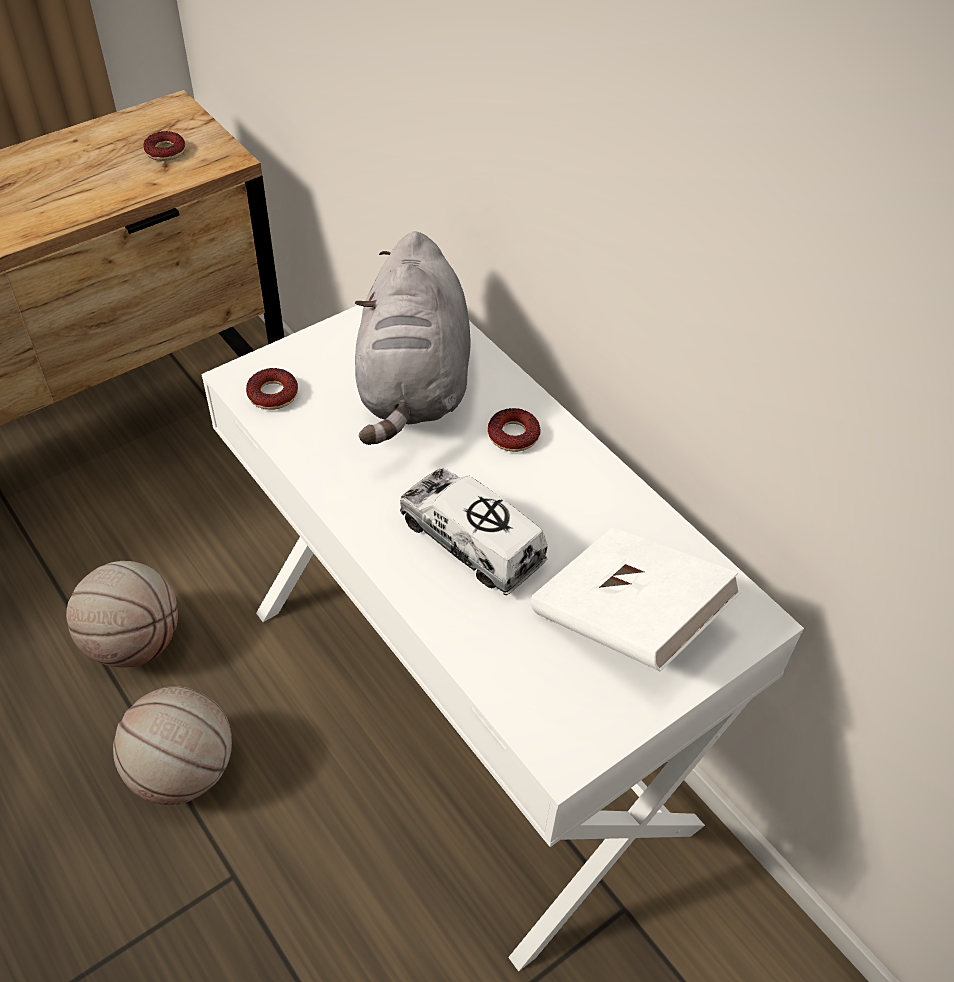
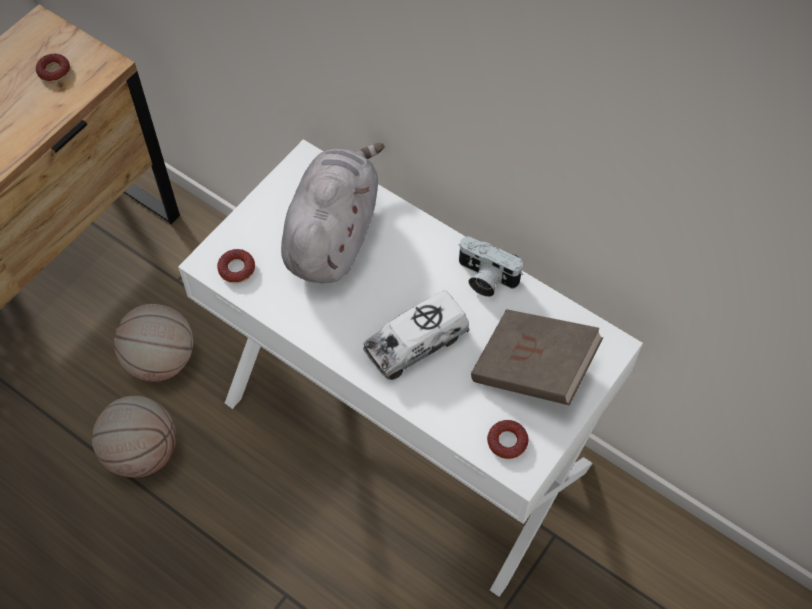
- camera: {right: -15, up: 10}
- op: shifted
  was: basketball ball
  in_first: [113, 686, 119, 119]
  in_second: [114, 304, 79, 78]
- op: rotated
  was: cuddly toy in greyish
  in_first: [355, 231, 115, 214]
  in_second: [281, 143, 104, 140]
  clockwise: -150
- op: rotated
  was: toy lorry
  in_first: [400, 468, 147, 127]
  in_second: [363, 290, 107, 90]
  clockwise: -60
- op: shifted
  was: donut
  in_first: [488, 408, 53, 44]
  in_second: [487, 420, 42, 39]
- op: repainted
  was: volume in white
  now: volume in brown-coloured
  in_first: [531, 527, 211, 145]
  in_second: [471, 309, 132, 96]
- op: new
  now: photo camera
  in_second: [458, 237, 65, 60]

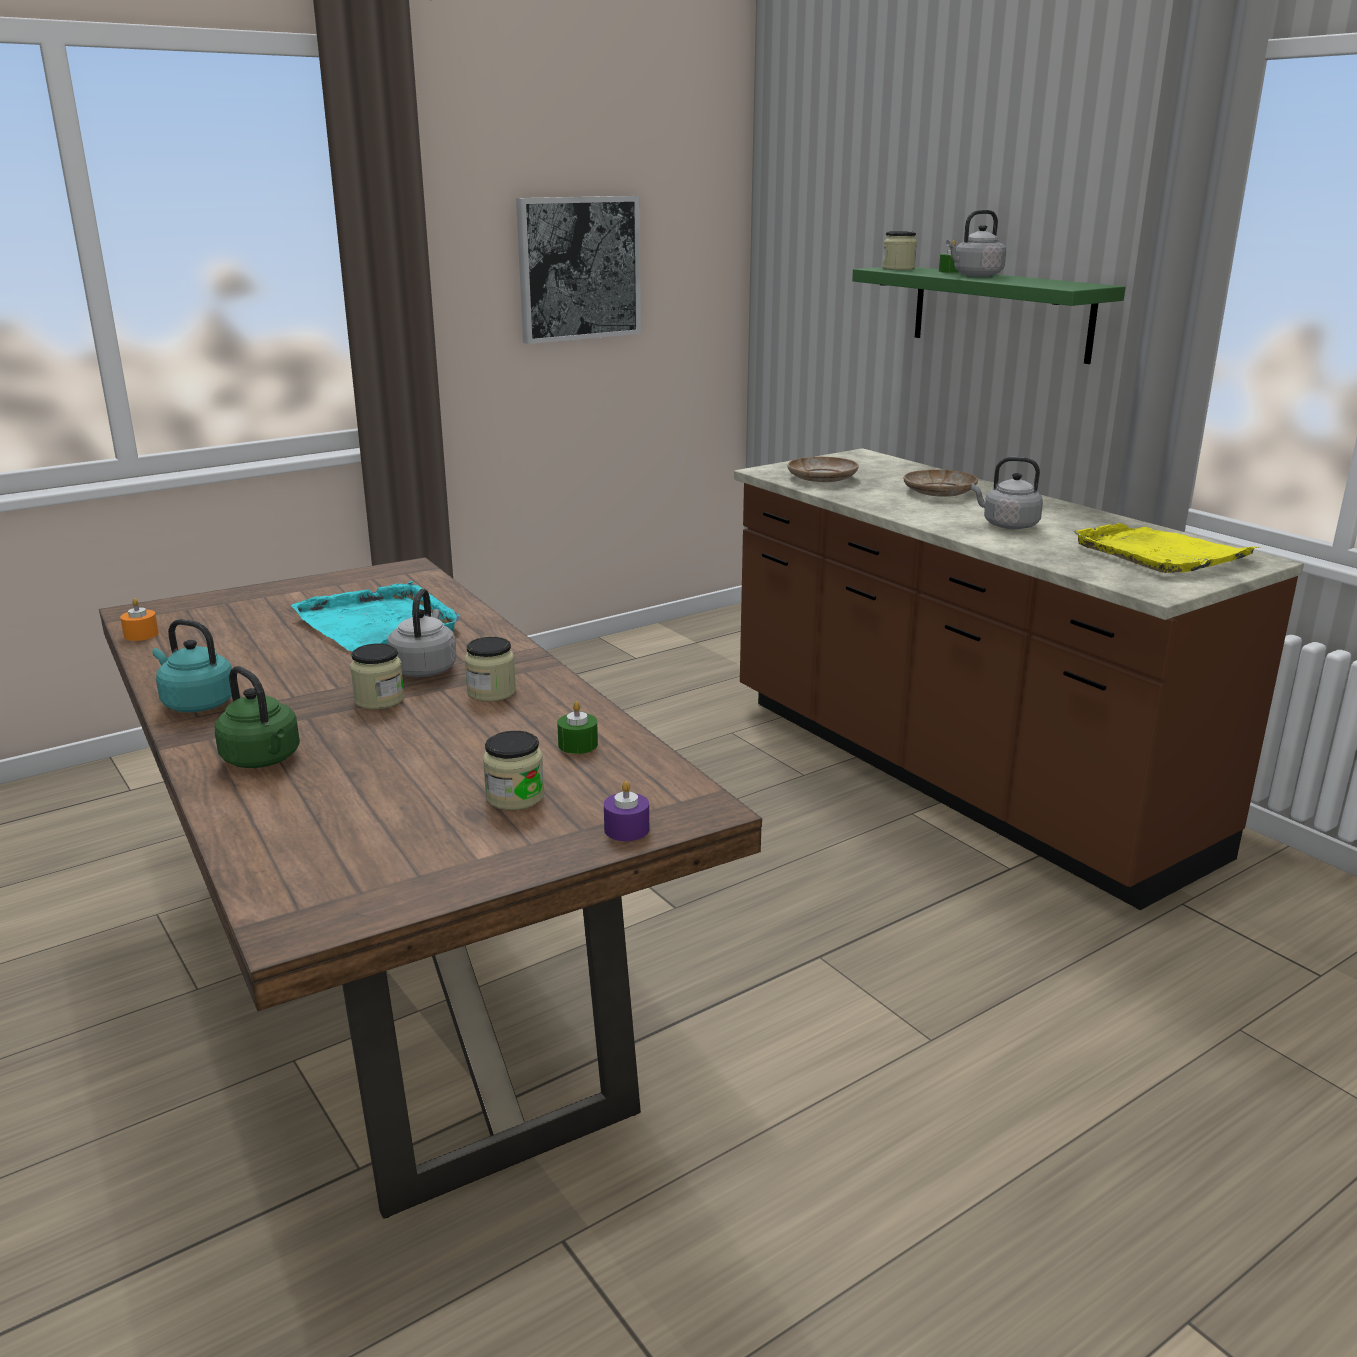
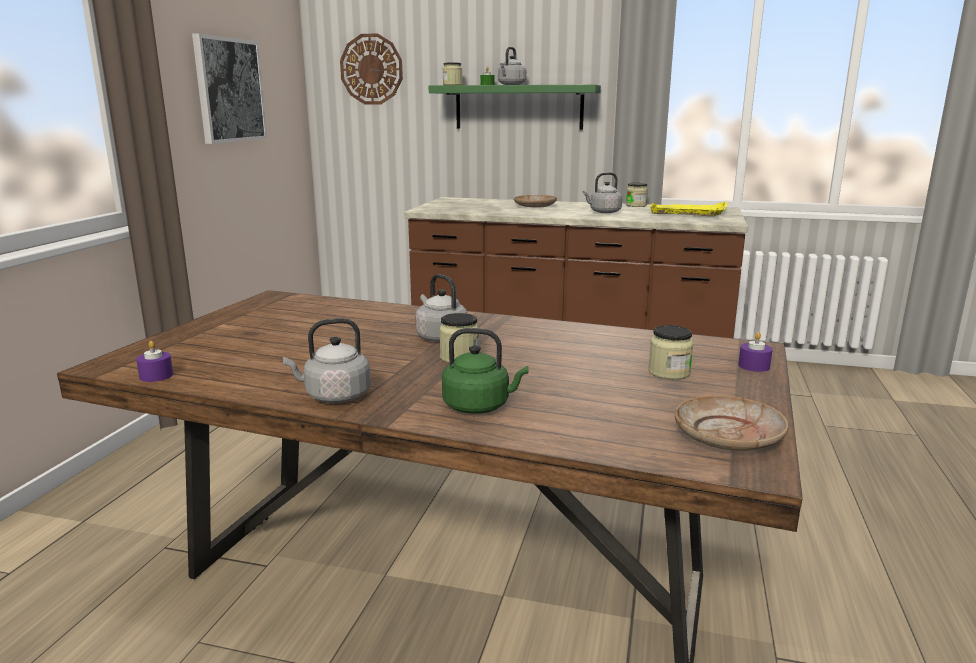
- camera: {right: -40, up: -5}
- op: repainted
  was: wax candle in orangey
  now: wax candle in purple-coloured
  in_first: [120, 598, 39, 43]
  in_second: [136, 341, 37, 41]
- op: repainted
  was: tea kettle in turquoise-coloured
  now: tea kettle in greyish
  in_first: [152, 619, 80, 93]
  in_second: [283, 318, 88, 85]
- op: gone
  was: carrying tray in turquoise-coloured
  in_first: [291, 581, 169, 71]
- op: shifted
  was: storage jar
  in_first: [464, 637, 52, 65]
  in_second: [626, 182, 22, 25]
- op: gone
  was: wax candle in greenish
  in_first: [557, 701, 41, 53]
- op: shifted
  was: plate in sand-coloured
  in_first: [787, 457, 72, 25]
  in_second: [675, 396, 114, 55]
- op: new
  now: clock on the wall
  in_second: [340, 33, 63, 71]

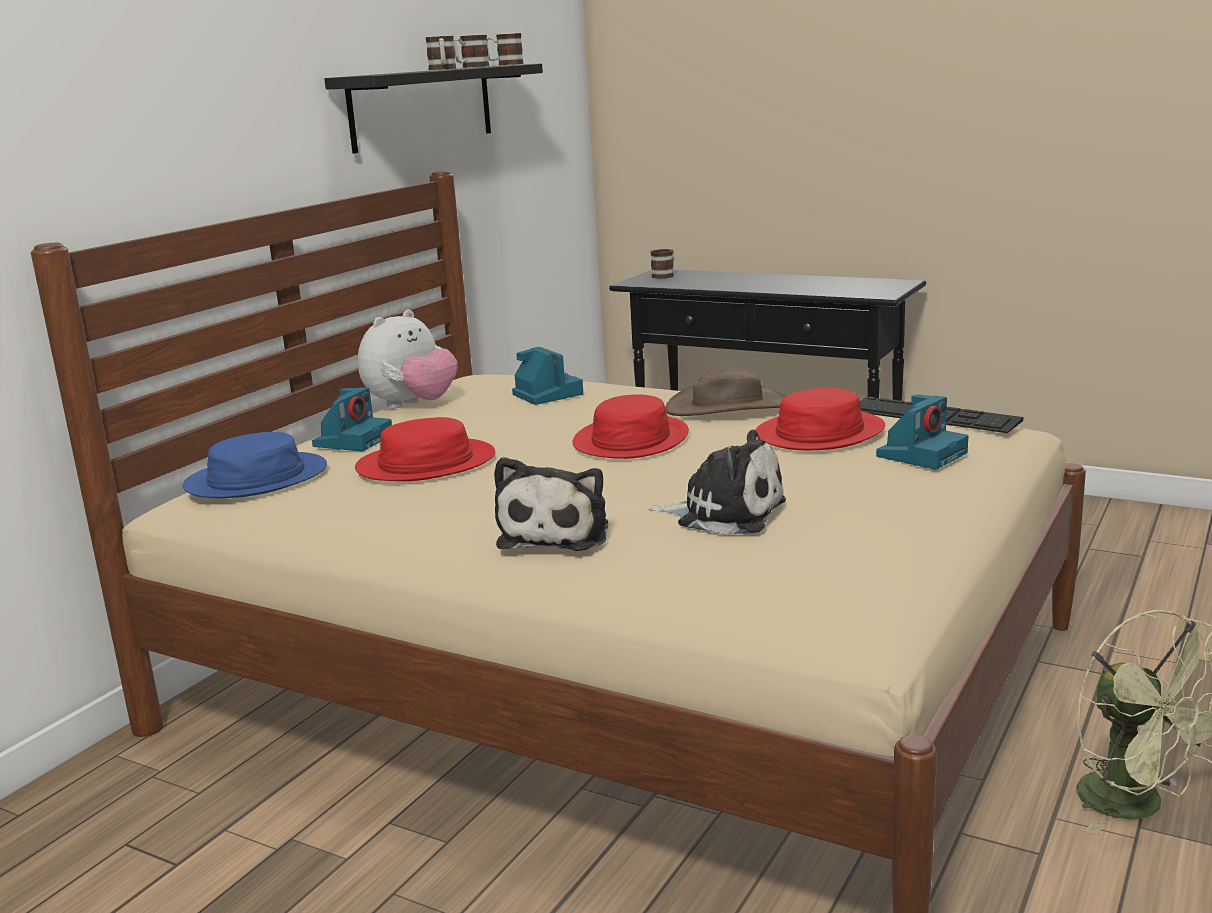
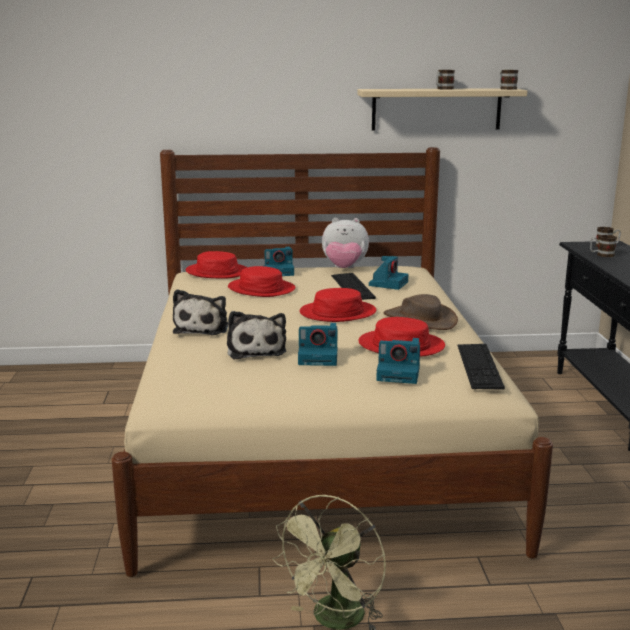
- camera: {right: 55, up: 0}
- op: repainted
  was: wearable hat in bluish
  now: wearable hat in red-coloured
  in_first: [183, 432, 144, 66]
  in_second: [185, 251, 62, 28]
- op: repainted
  was: shelf in blackish
  now: shelf in sand-coloured
  in_first: [324, 63, 219, 91]
  in_second: [358, 88, 169, 43]
- op: shifted
  was: mug
  in_first: [454, 35, 35, 33]
  in_second: [590, 235, 27, 22]
- op: rotated
  was: cuddly toy
  in_first: [494, 457, 114, 94]
  in_second: [173, 289, 55, 46]
  clockwise: -60
- op: new
  now: photo camera
  in_second: [298, 323, 39, 43]
- op: new
  now: PC keyboard
  in_second: [331, 273, 45, 27]

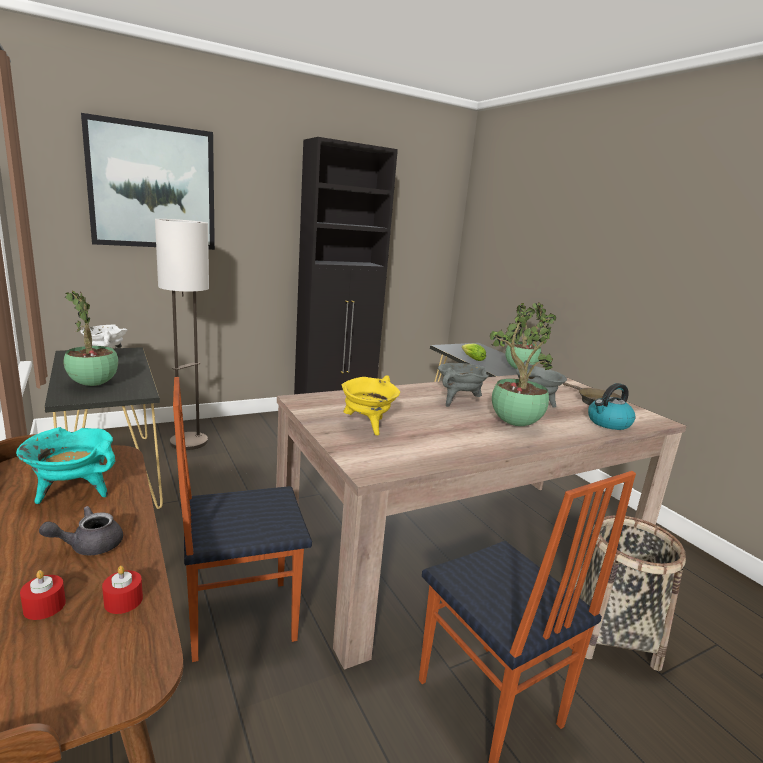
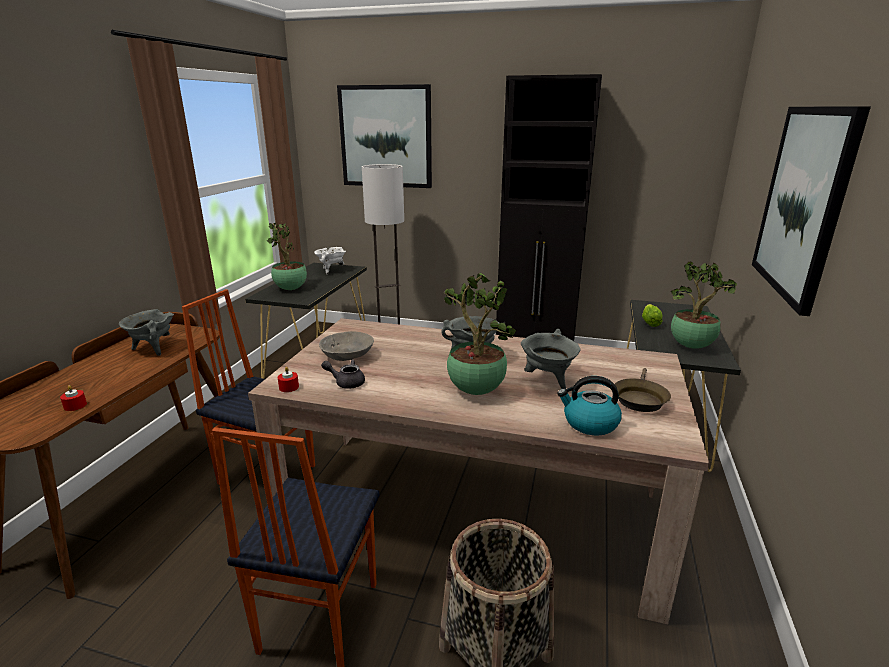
- camera: {right: 45, up: 5}
- op: repainted
  was: cooking pot in turquoise-coloured
  now: cooking pot in greyish
  in_first: [16, 427, 99, 77]
  in_second: [119, 309, 55, 47]
- op: shifted
  was: wax candle in red-coloured
  in_first: [20, 570, 46, 50]
  in_second: [278, 367, 21, 25]
- op: shifted
  was: tea pot in greyish
  in_first: [39, 506, 84, 50]
  in_second: [321, 359, 44, 30]
- op: swapped
  was: cooking pot in yellowish
  now: deep dish in greyish
  in_first: [341, 375, 59, 61]
  in_second: [319, 331, 55, 30]
- op: new
  now: wall picture
  in_second: [752, 106, 119, 210]

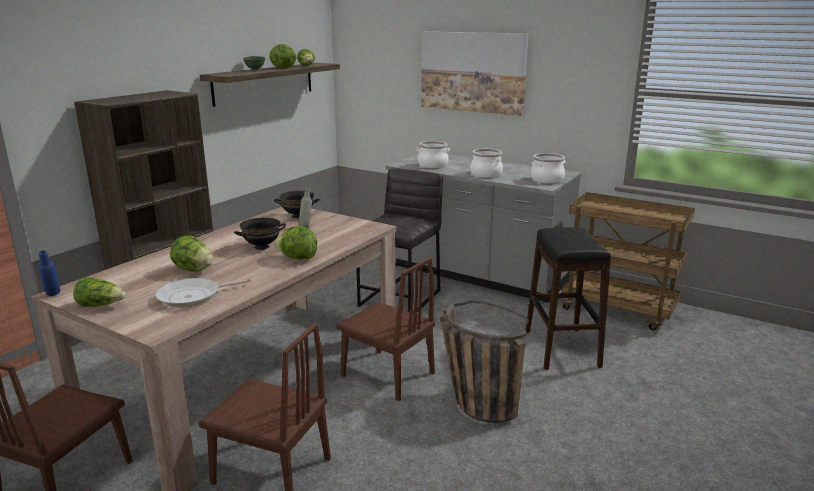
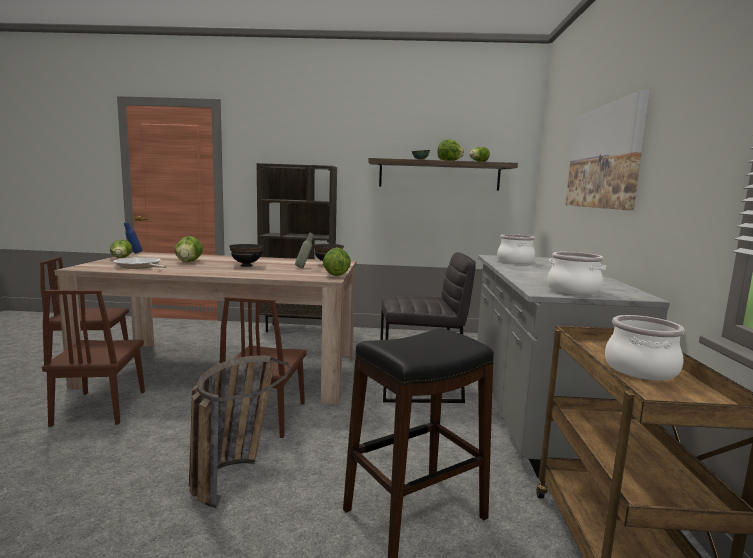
- camera: {right: 60, up: -10}
- op: shifted
  was: lettuce
  in_first: [275, 226, 42, 33]
  in_second: [323, 247, 28, 29]
- op: shifted
  was: cooking pot
  in_first: [470, 149, 33, 29]
  in_second: [605, 315, 80, 65]

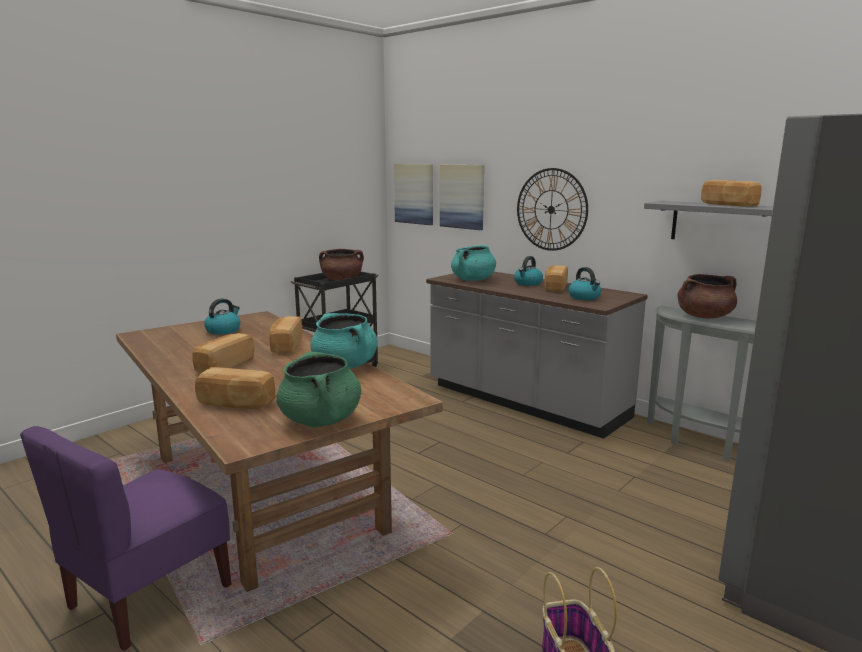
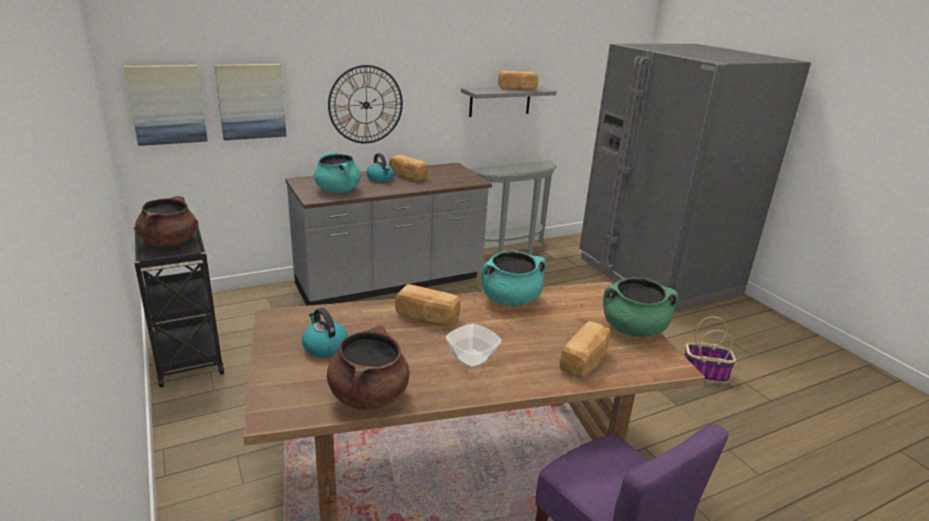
- camera: {right: -70, up: 10}
- op: swapped
  was: bread
  now: deep dish
  in_first: [192, 333, 62, 40]
  in_second: [446, 324, 56, 44]
- op: gone
  was: tea kettle
  in_first: [568, 267, 33, 33]
- op: shifted
  was: cooking pot in brown-coloured
  in_first: [678, 274, 59, 44]
  in_second: [327, 325, 82, 85]

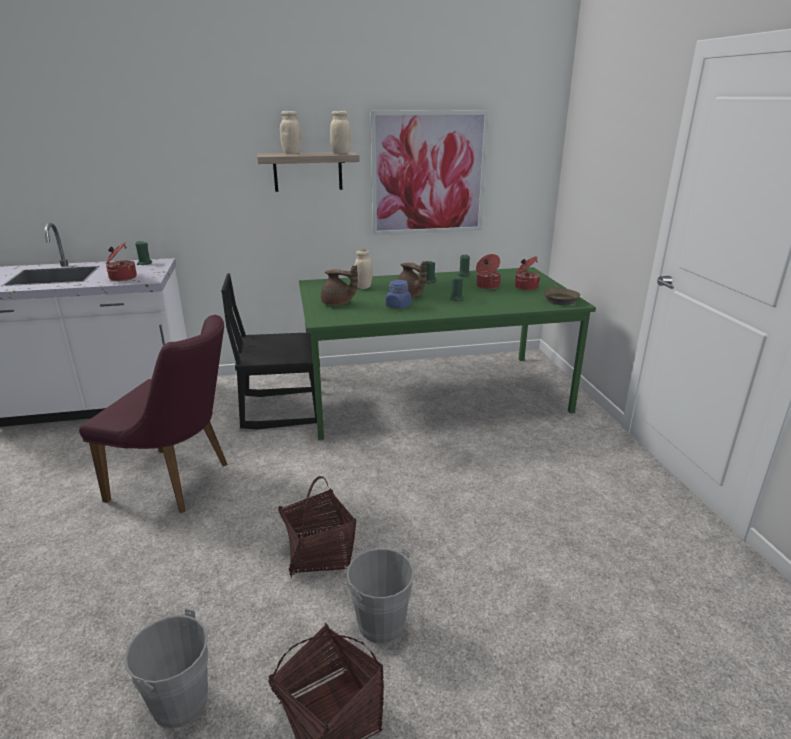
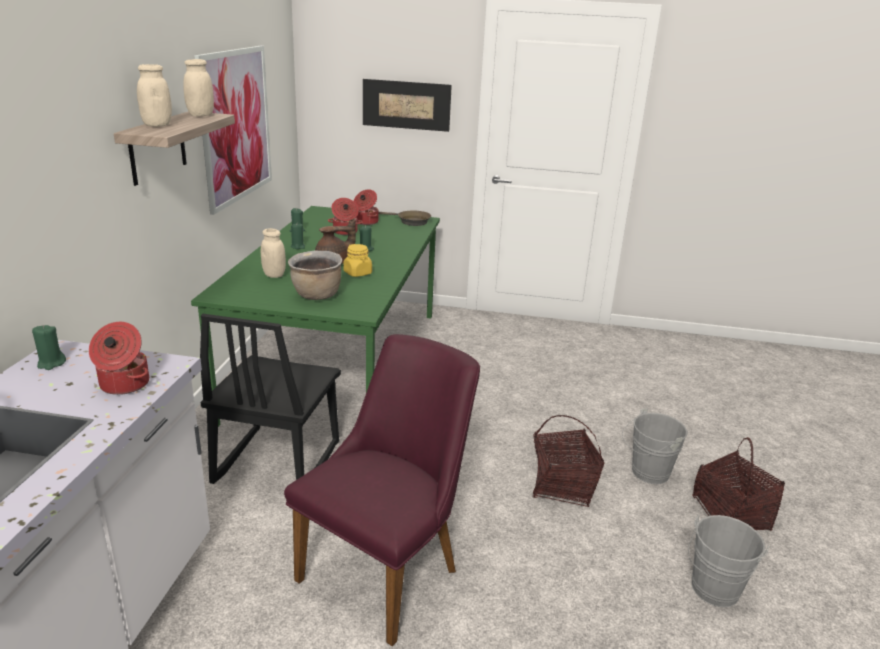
- camera: {right: -70, up: 0}
- op: swapped
  was: tea pot in brown-coloured
  now: cooking pot in brown-coloured
  in_first: [321, 265, 37, 41]
  in_second: [288, 250, 54, 50]
- op: repainted
  was: storage jar in bluish
  now: storage jar in yellowish
  in_first: [386, 280, 26, 29]
  in_second: [343, 244, 29, 33]
- op: new
  now: wall picture
  in_second: [363, 79, 89, 53]

